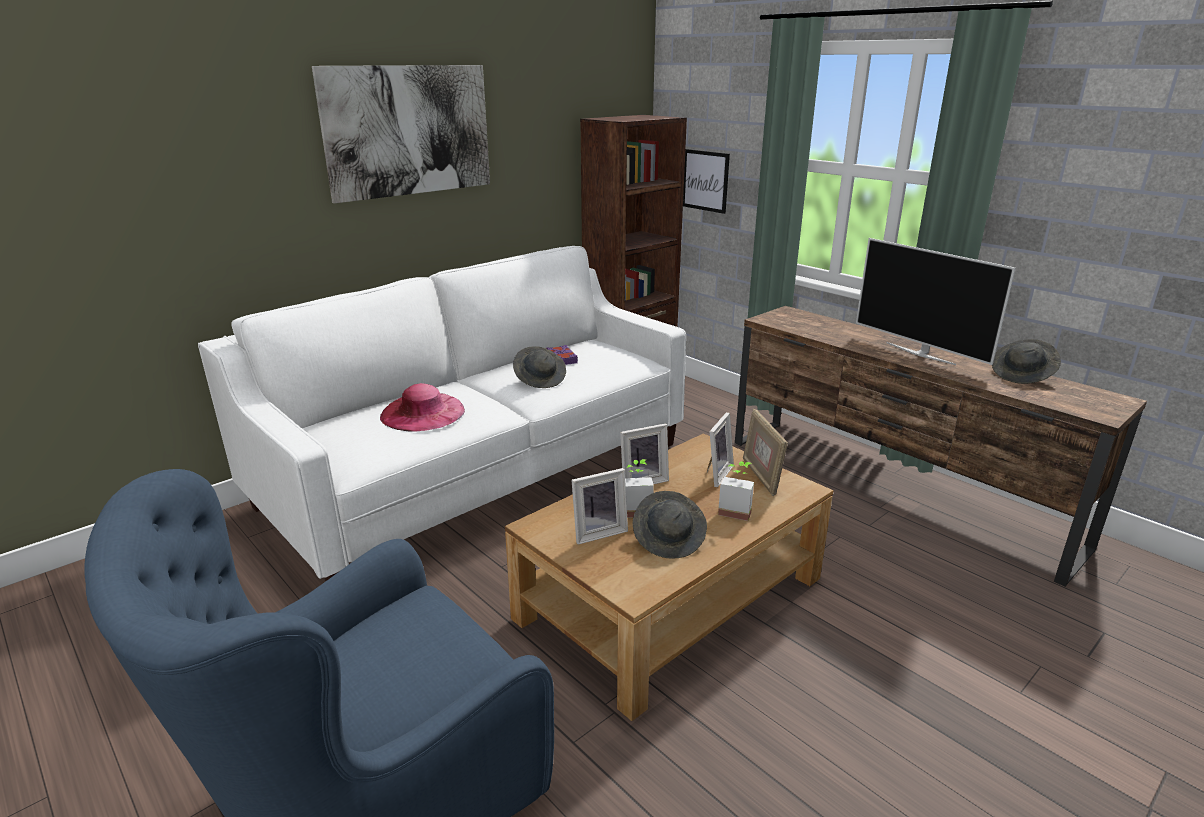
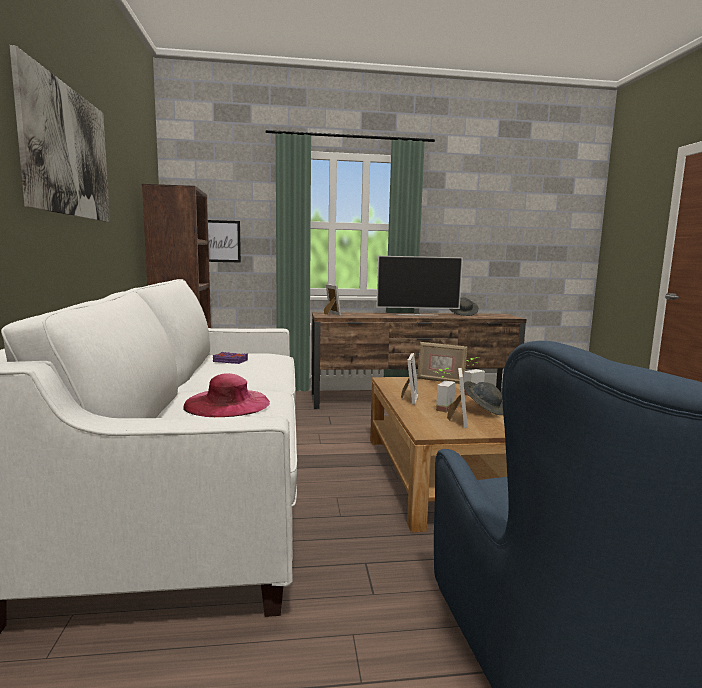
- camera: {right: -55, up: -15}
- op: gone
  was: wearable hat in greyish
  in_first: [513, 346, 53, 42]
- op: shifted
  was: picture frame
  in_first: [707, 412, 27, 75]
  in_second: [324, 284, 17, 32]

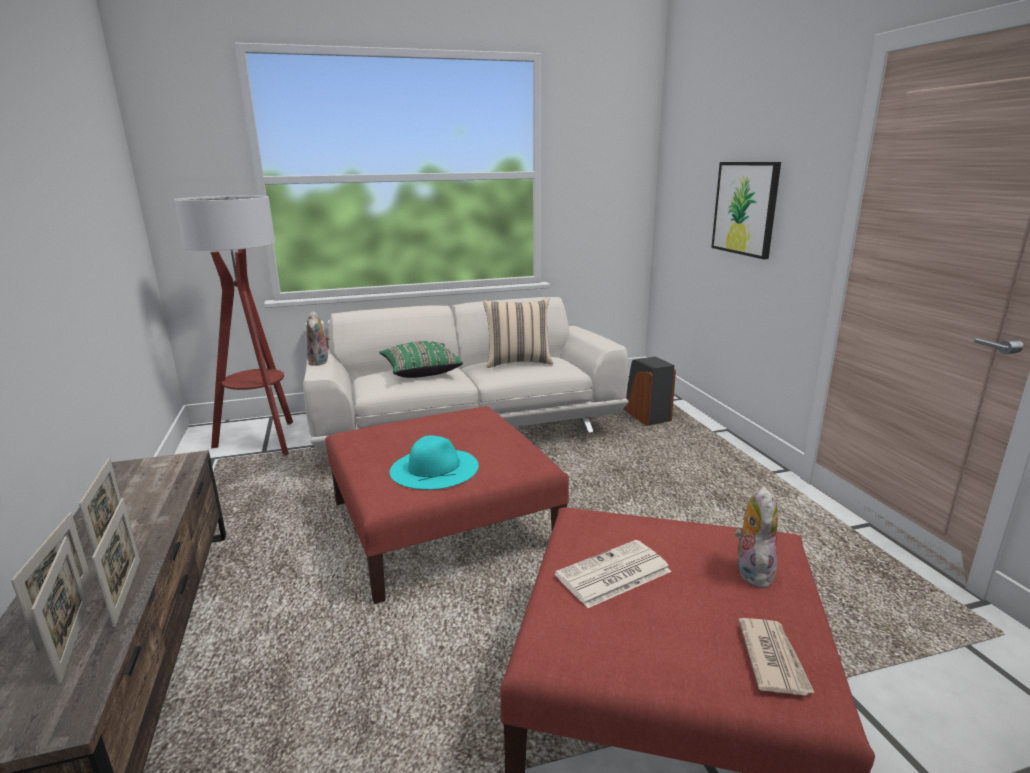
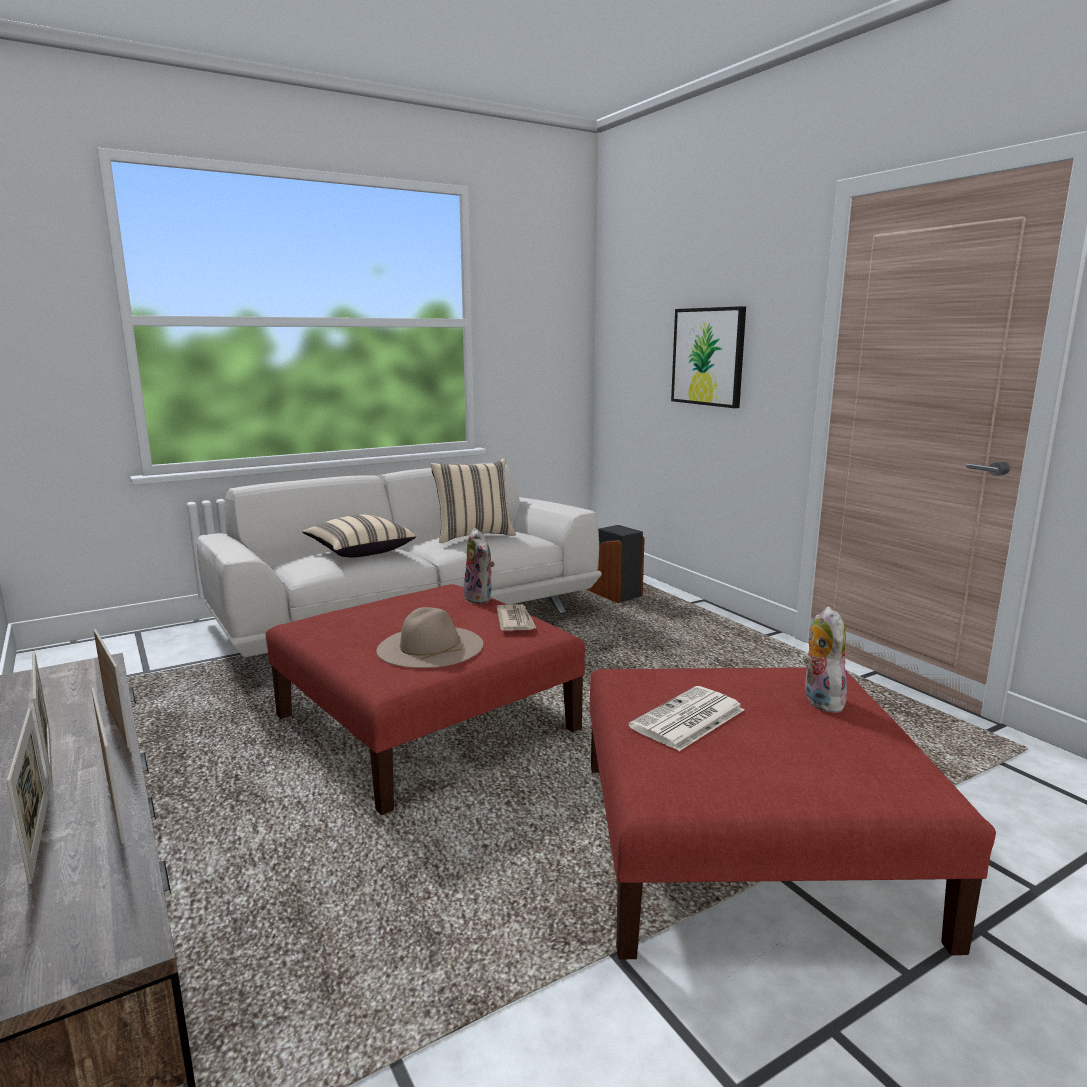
- camera: {right: -15, up: -5}
- op: shifted
  was: picture frame
  in_first: [31, 536, 57, 149]
  in_second: [94, 629, 36, 119]
- op: gone
  was: standing lamp
  in_first: [174, 195, 119, 261]
- op: shifted
  was: cuddly toy
  in_first: [307, 311, 23, 55]
  in_second: [463, 528, 32, 76]
- op: repainted
  was: cushion in greenish
  now: cushion in sand-coloured
  in_first: [379, 341, 84, 37]
  in_second: [302, 514, 114, 43]
- op: repainted
  was: wearable hat in turquoise-coloured
  now: wearable hat in sand-coloured
  in_first: [390, 435, 89, 55]
  in_second: [377, 607, 106, 61]
- op: shifted
  was: printed paper
  in_first: [738, 618, 76, 78]
  in_second: [497, 604, 39, 27]

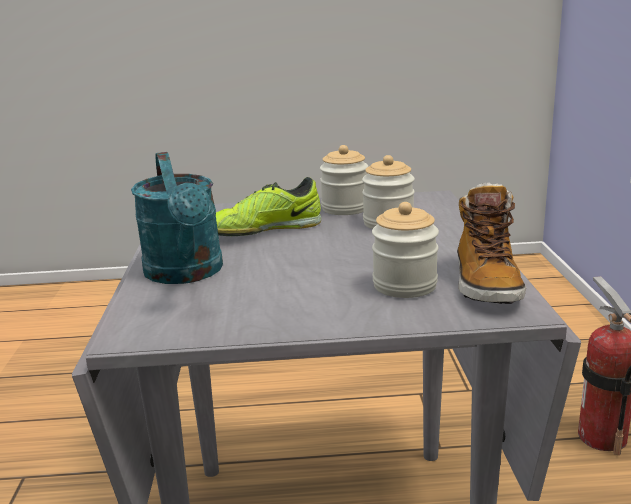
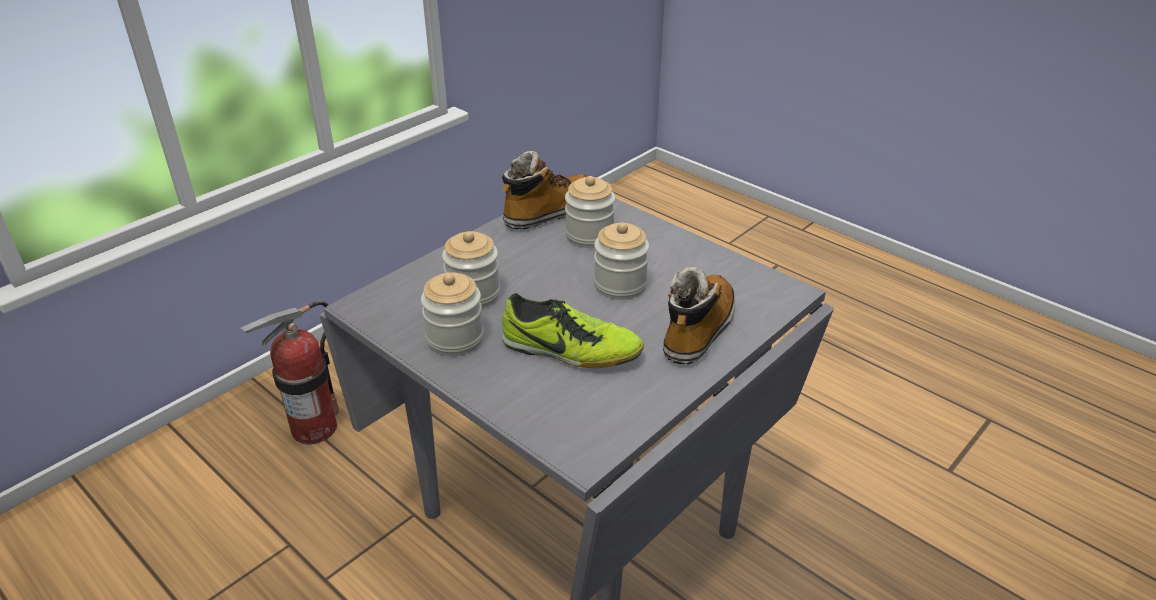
- camera: {right: -135, up: 15}
- op: swapped
  was: watering pot in turquoise-coloured
  now: boot
  in_first: [131, 152, 92, 132]
  in_second: [663, 267, 72, 97]
- op: new
  now: storage jar
  in_second: [594, 222, 55, 78]

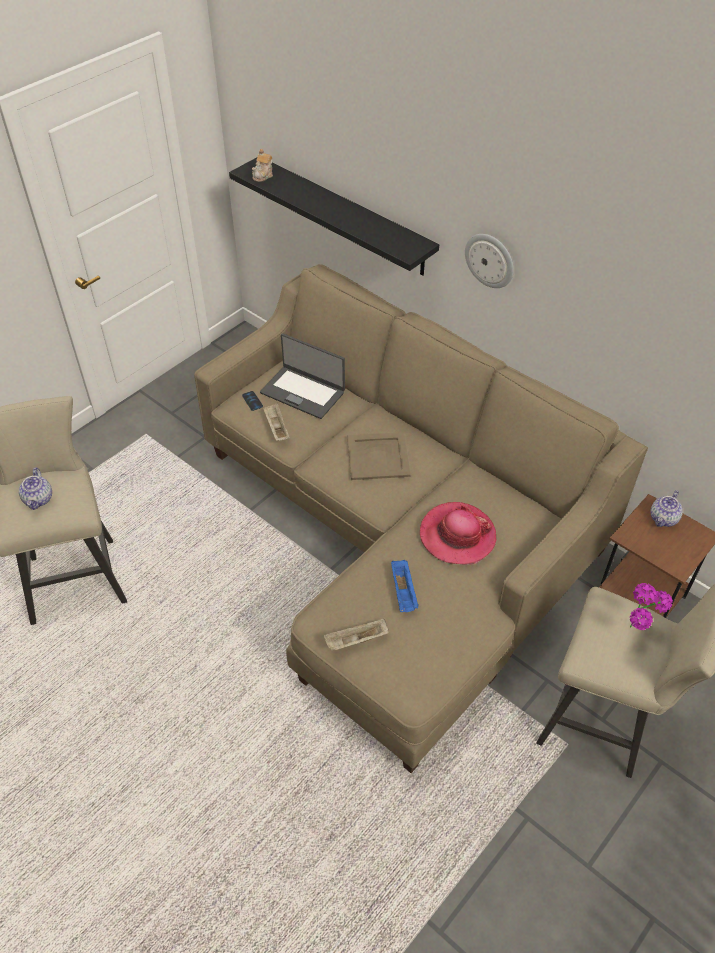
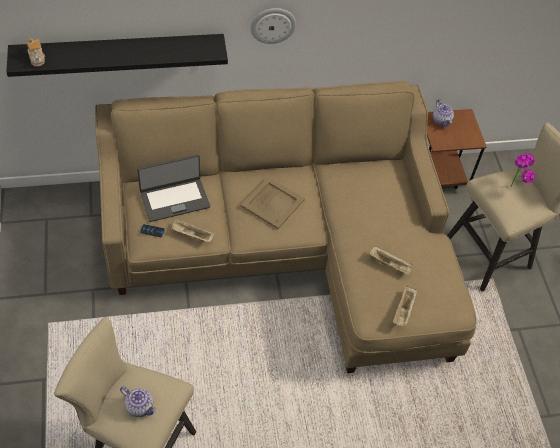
- camera: {right: -55, up: 5}
- op: repainted
  was: carrying tray in bluish
  now: carrying tray in sand-coloured
  in_first: [391, 560, 28, 52]
  in_second: [369, 246, 44, 29]
- op: gone
  was: wearable hat
  in_first: [420, 502, 77, 62]

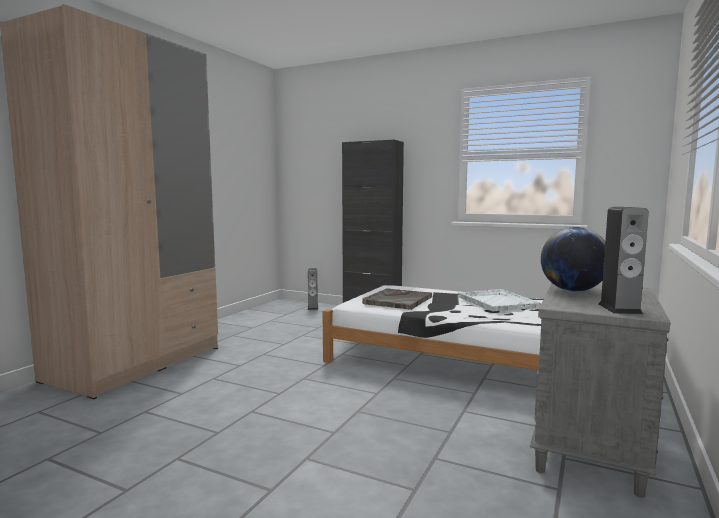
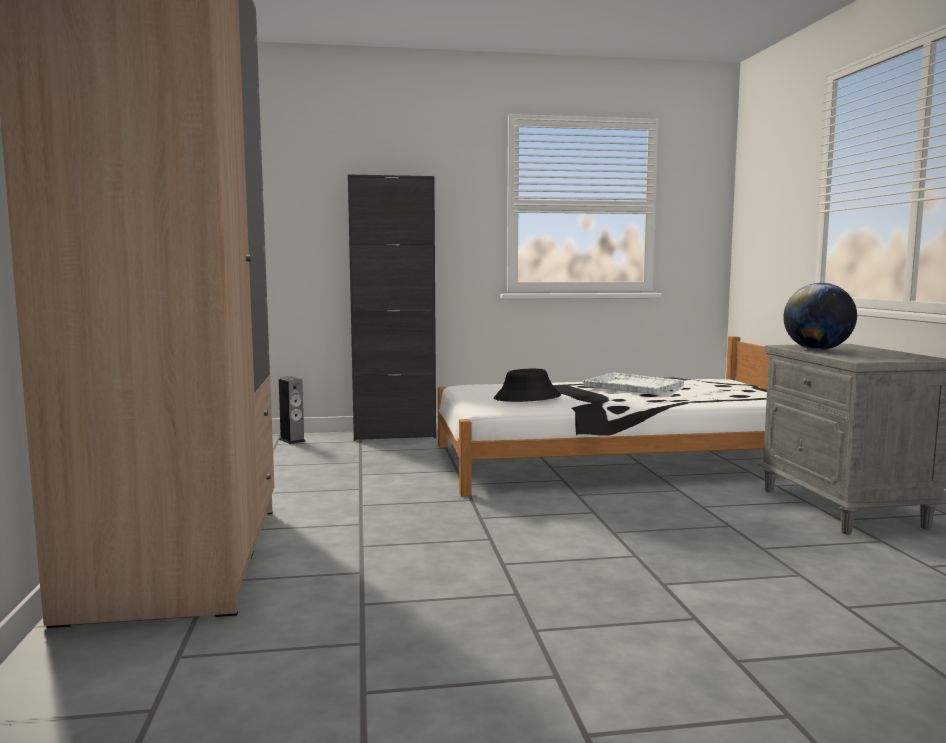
- camera: {right: -35, up: 0}
- op: swapped
  was: carrying tray in greyish
  now: wearable hat in blackish
  in_first: [362, 288, 70, 22]
  in_second: [494, 368, 68, 34]
- op: gone
  was: loudspeaker
  in_first: [598, 207, 51, 107]

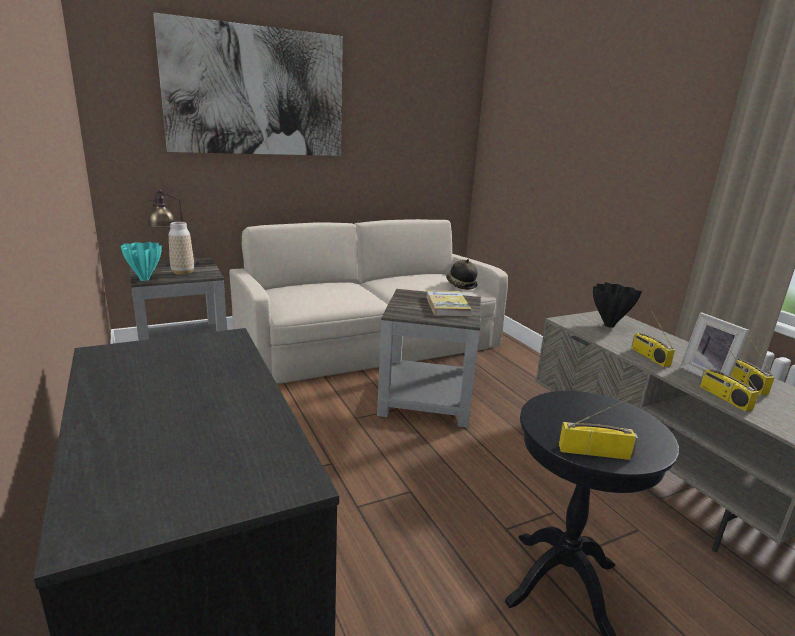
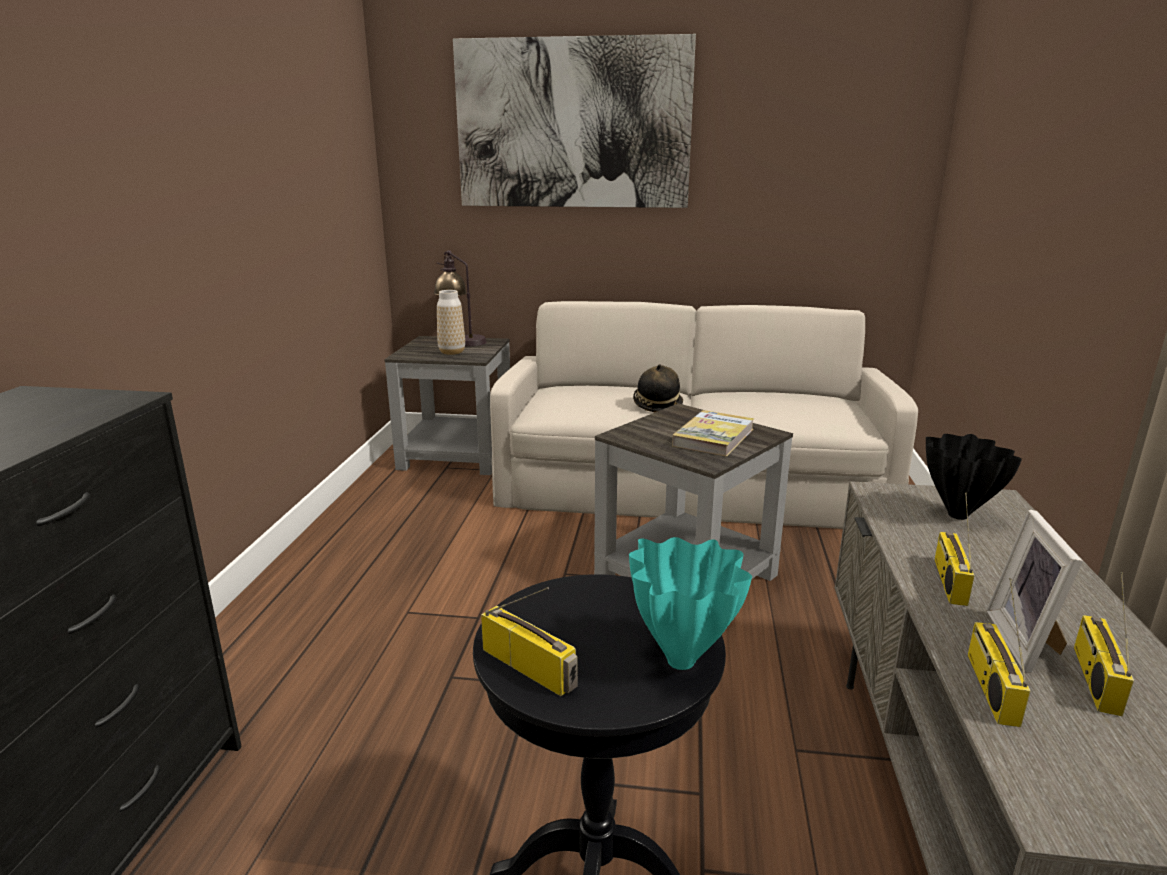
- camera: {right: 35, up: 0}
- op: shifted
  was: vase in turquoise-coloured
  in_first: [121, 242, 41, 39]
  in_second: [629, 537, 123, 133]
- op: shifted
  was: wearable hat
  in_first: [446, 259, 32, 31]
  in_second: [633, 364, 50, 49]

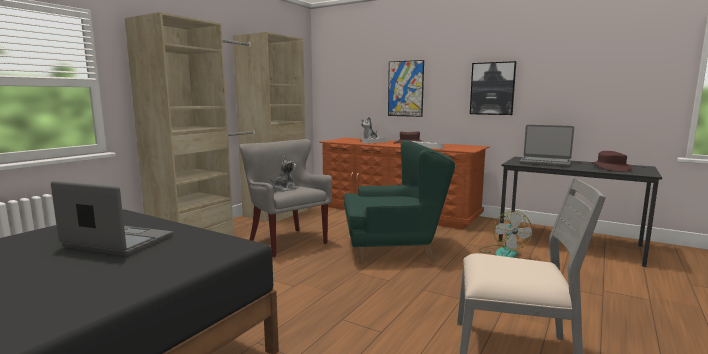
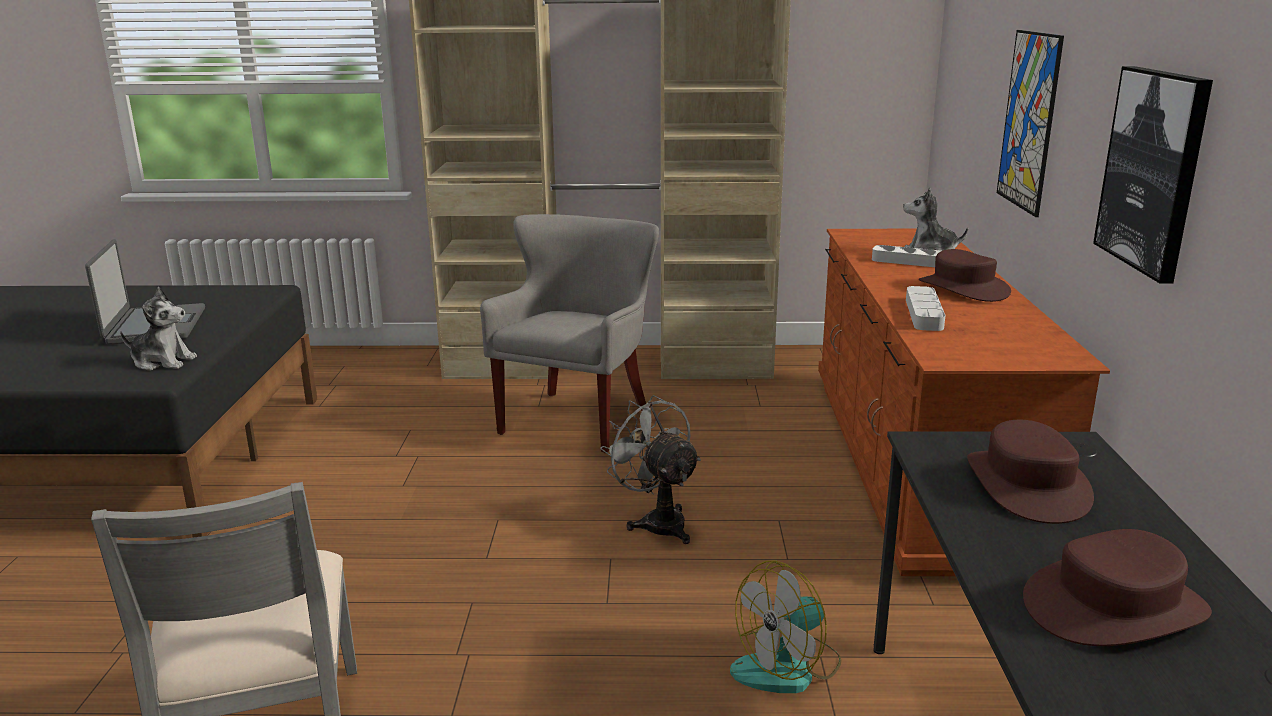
- camera: {right: 60, up: 10}
- op: shifted
  was: cuddly toy
  in_first: [270, 156, 28, 35]
  in_second: [120, 287, 77, 84]
- op: swapped
  was: armchair in greenish
  now: electric fan in greyish
  in_first: [344, 140, 111, 124]
  in_second: [600, 395, 101, 149]
- op: swapped
  was: notebook computer
  now: wearable hat in brown-coloured
  in_first: [519, 125, 55, 42]
  in_second: [967, 420, 127, 104]

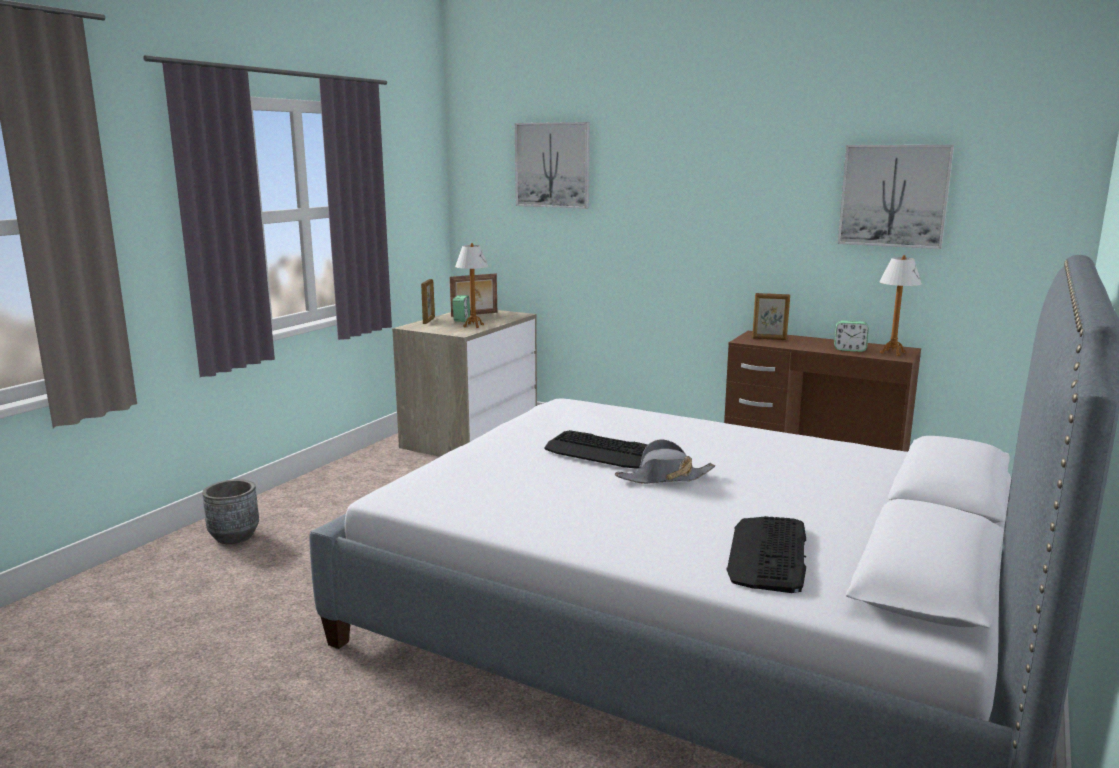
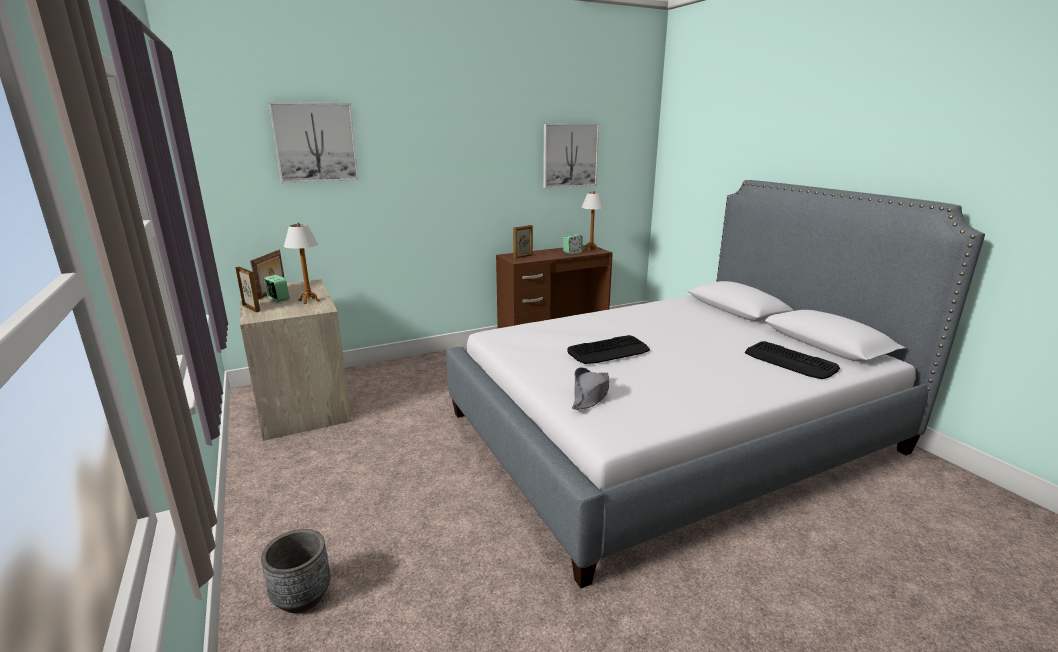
- camera: {right: -55, up: 5}
- op: shifted
  was: wearable hat in greyish
  in_first: [615, 439, 100, 45]
  in_second: [572, 368, 37, 42]

